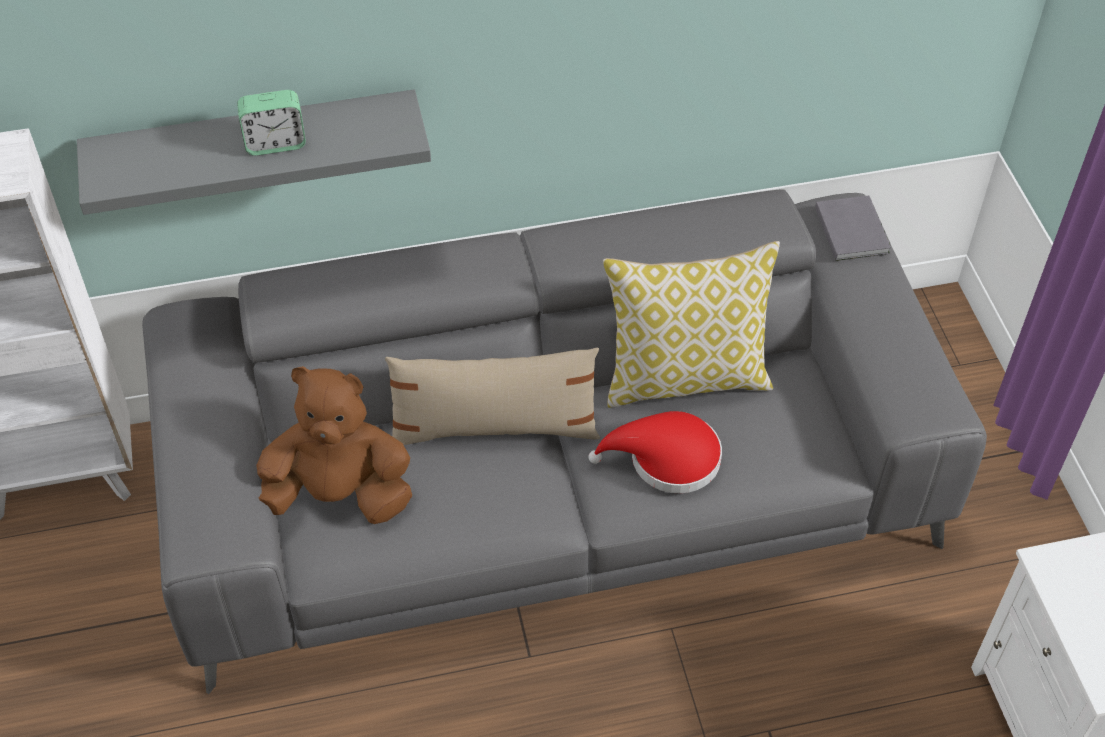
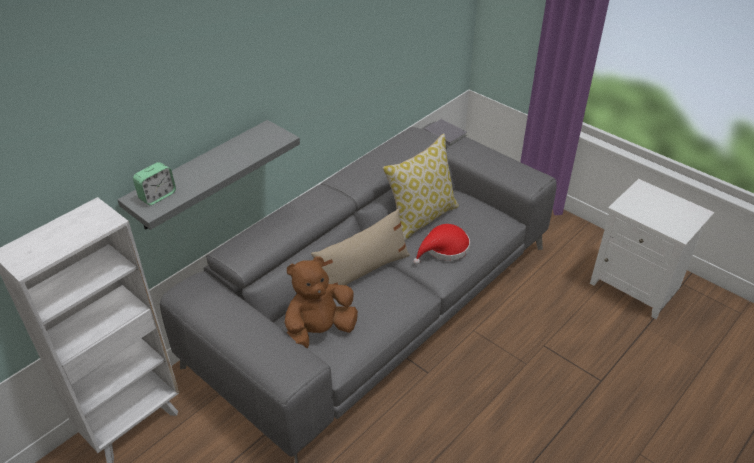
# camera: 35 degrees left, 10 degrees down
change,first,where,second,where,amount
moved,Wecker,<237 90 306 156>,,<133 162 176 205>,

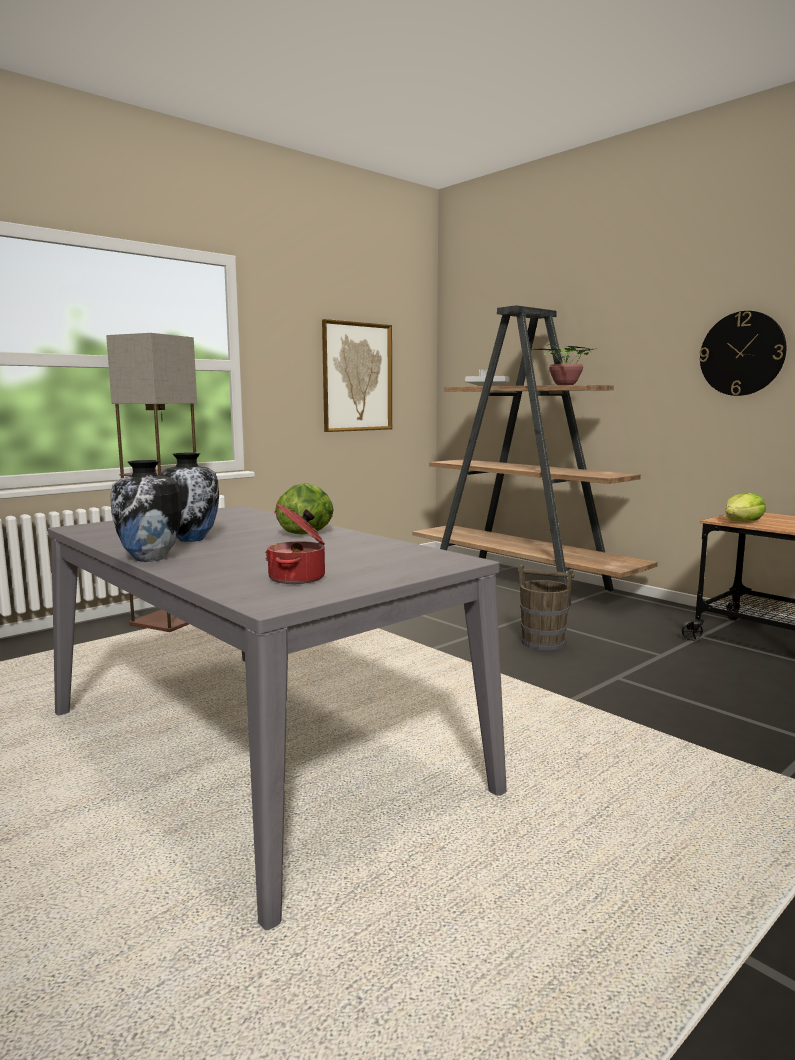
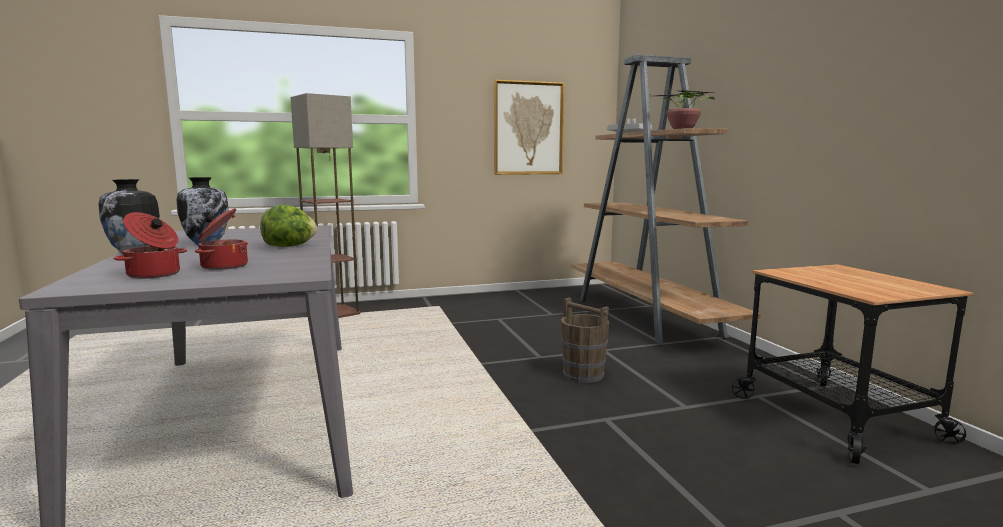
# camera: 25 degrees right, 0 degrees up
change,first,where,second,where,amount
removed,Wanduhr,<699 311 787 396>,,,
removed,Salatkopf,<725 493 766 521>,,,
added,,,Kochtopf,<195 208 248 270>,

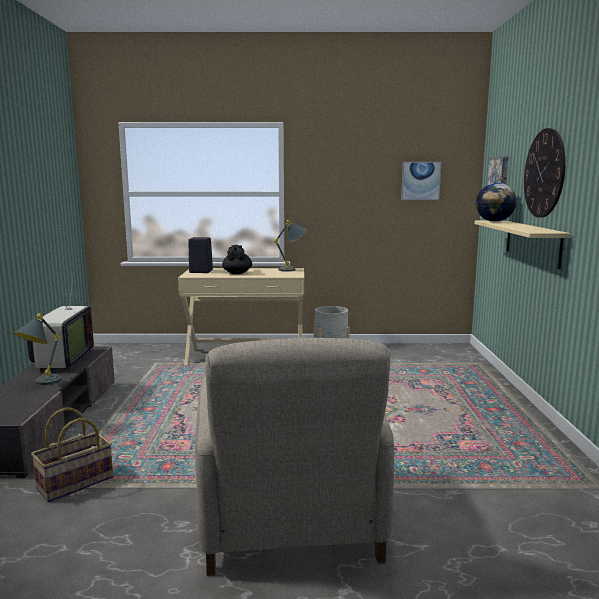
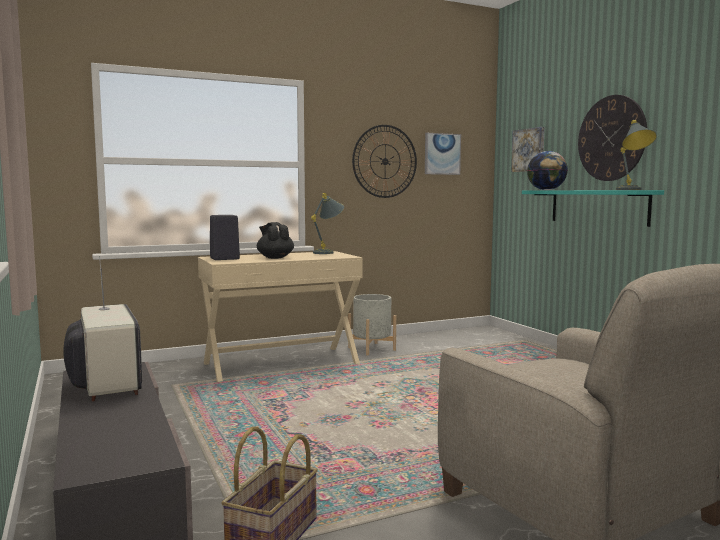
# camera: 25 degrees left, 5 degrees down
change,first,where,second,where,amount
recoloured,Wandregal [beige],<475 221 571 269>,Wandregal [türkis],<522 190 664 227>,
moved,Tischlampe [grau],<13 314 62 385>,,<616 120 657 190>,
added,,,Wanduhr,<352 125 417 198>,

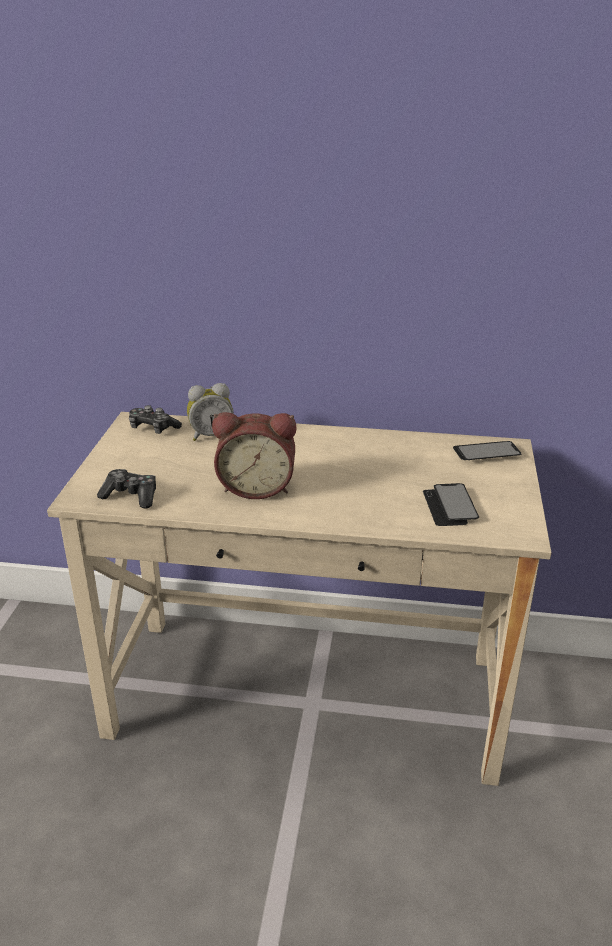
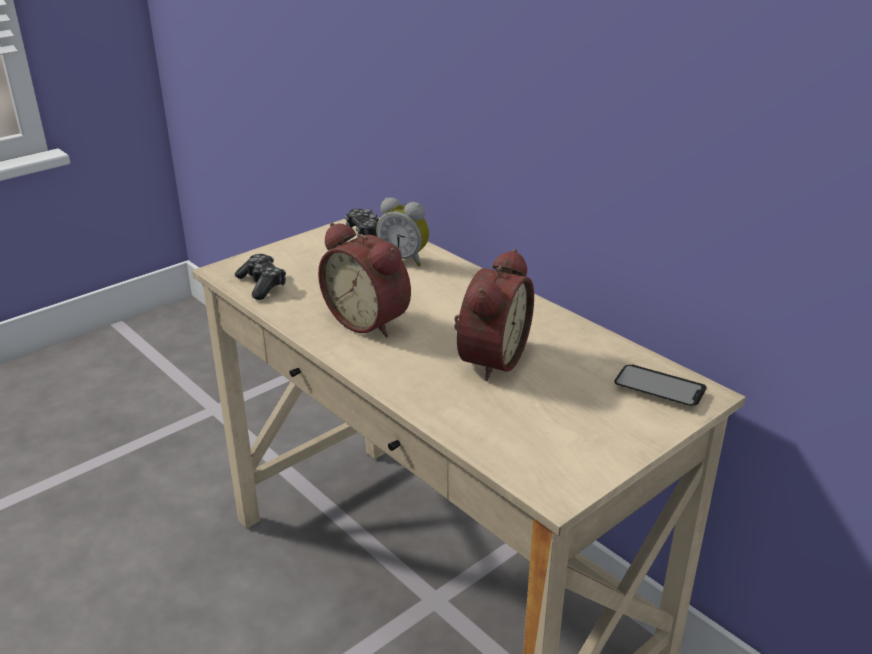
# camera: 40 degrees right, 0 degrees up
change,first,where,second,where,amount
removed,Handy,<423 483 479 526>,,,
added,,,Wecker,<454 249 534 381>,

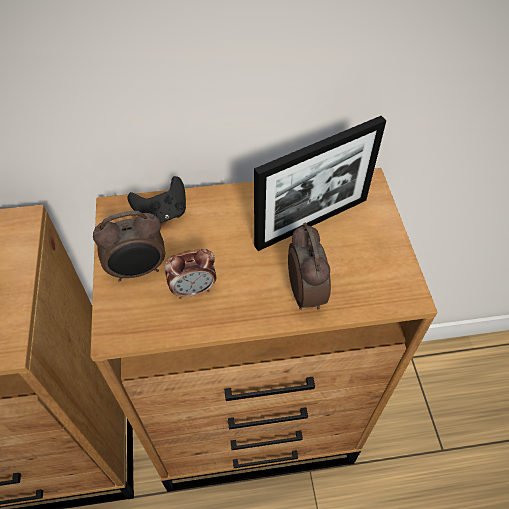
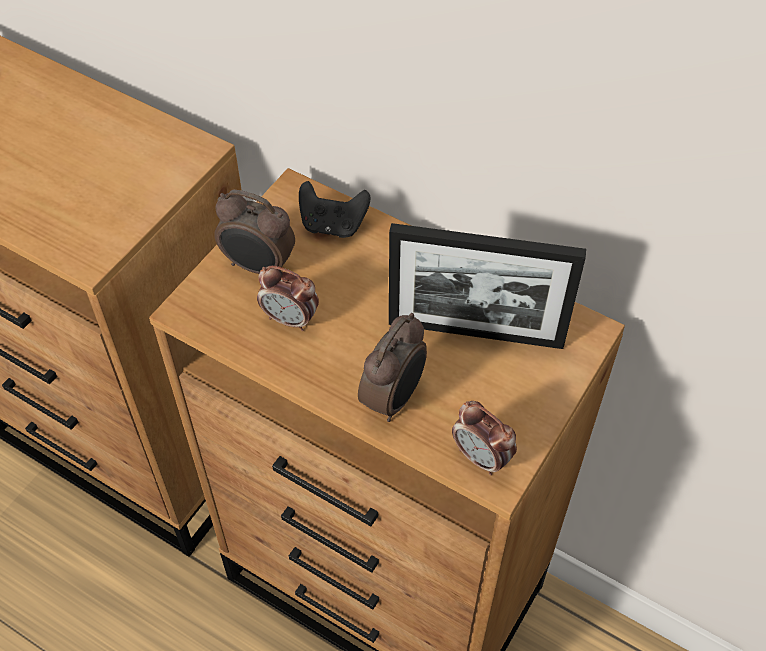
# camera: 40 degrees right, 0 degrees up
change,first,where,second,where,amount
added,,,Wecker,<452 401 517 475>,

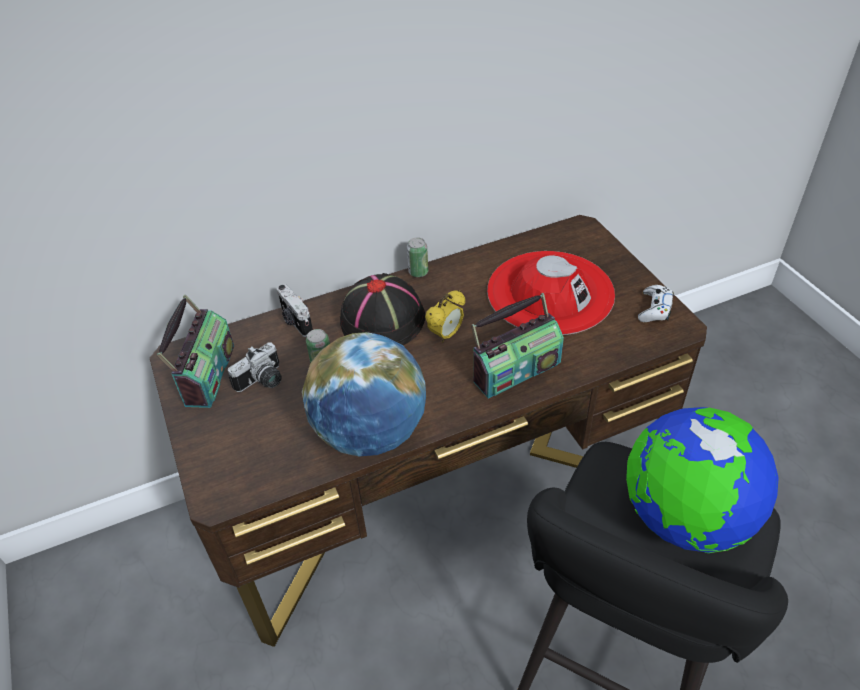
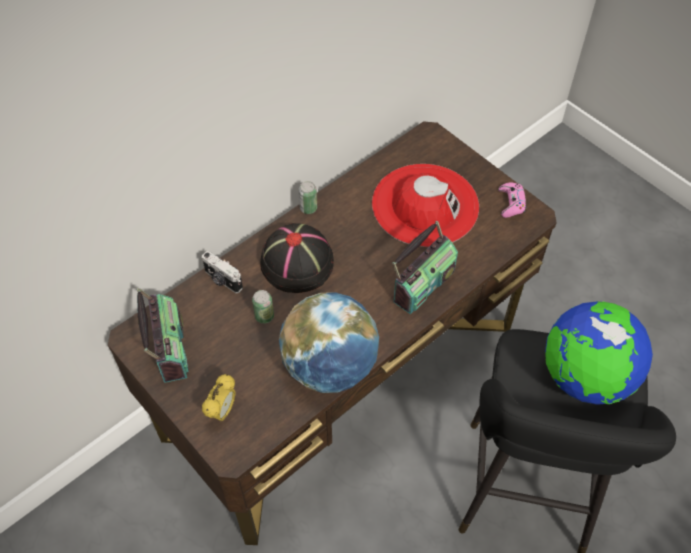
# camera: 20 degrees left, 10 degrees up
change,first,where,second,where,amount
recoloured,Gamepad [weiß],<638 285 674 322>,Gamepad [rosa],<498 182 527 218>,
moved,Wecker,<425 290 465 343>,,<202 374 236 422>,
removed,Kamera,<228 343 282 392>,,,

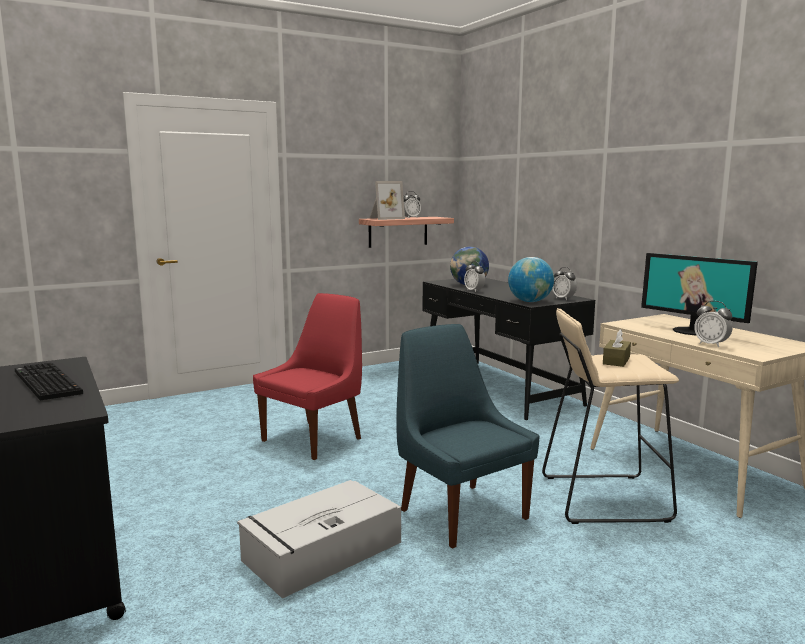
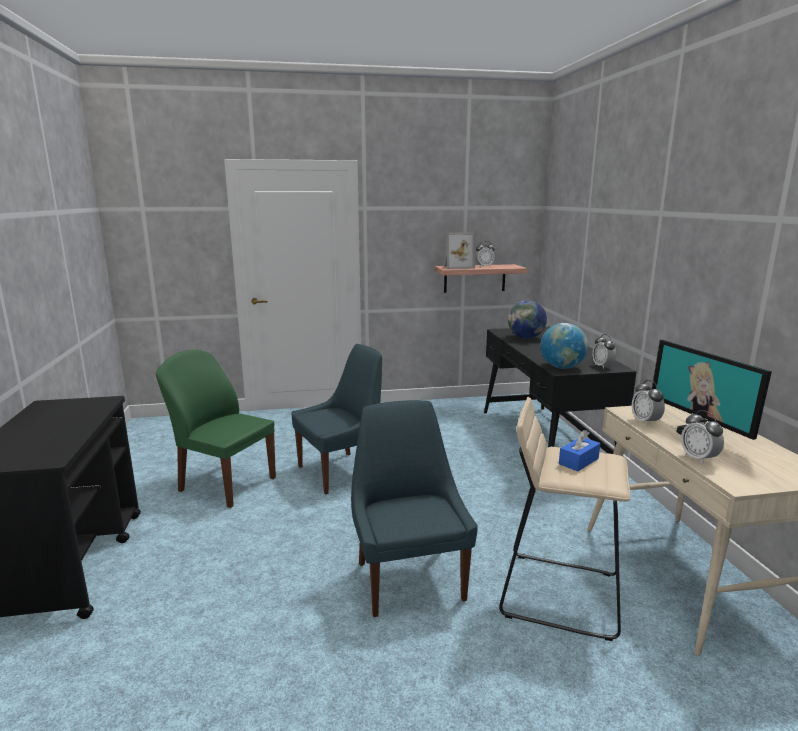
# camera: 20 degrees right, 5 degrees up
change,first,where,second,where,amount
moved,Wecker,<464 261 485 292>,,<632 380 665 426>,
recoloured,Stuhl [rot],<253 293 362 460>,Stuhl [blau],<292 344 382 494>,
recoloured,Taschentuchbox [braun],<603 329 631 367>,Taschentuchbox [blau],<559 430 600 471>,
removed,Tastatur,<15 362 83 400>,,,
removed,Aufbewahrungsbox [grau],<237 480 401 599>,,,
added,,,Stuhl [grün],<156 350 276 508>,

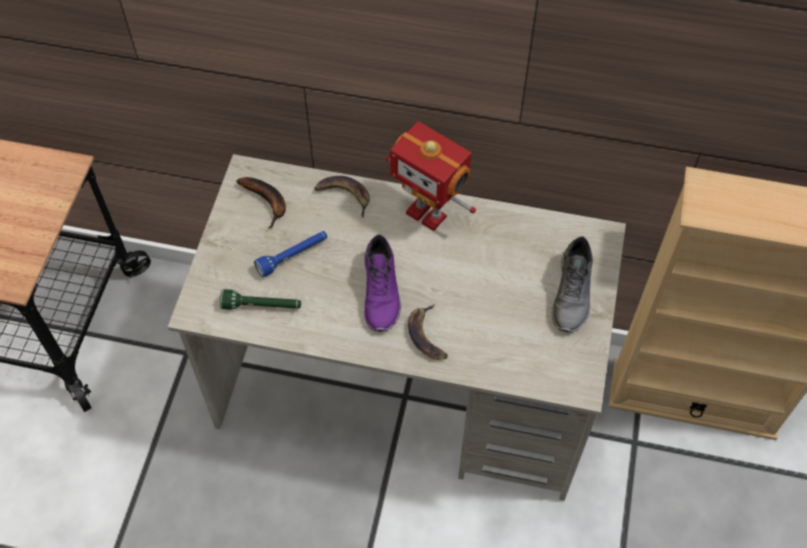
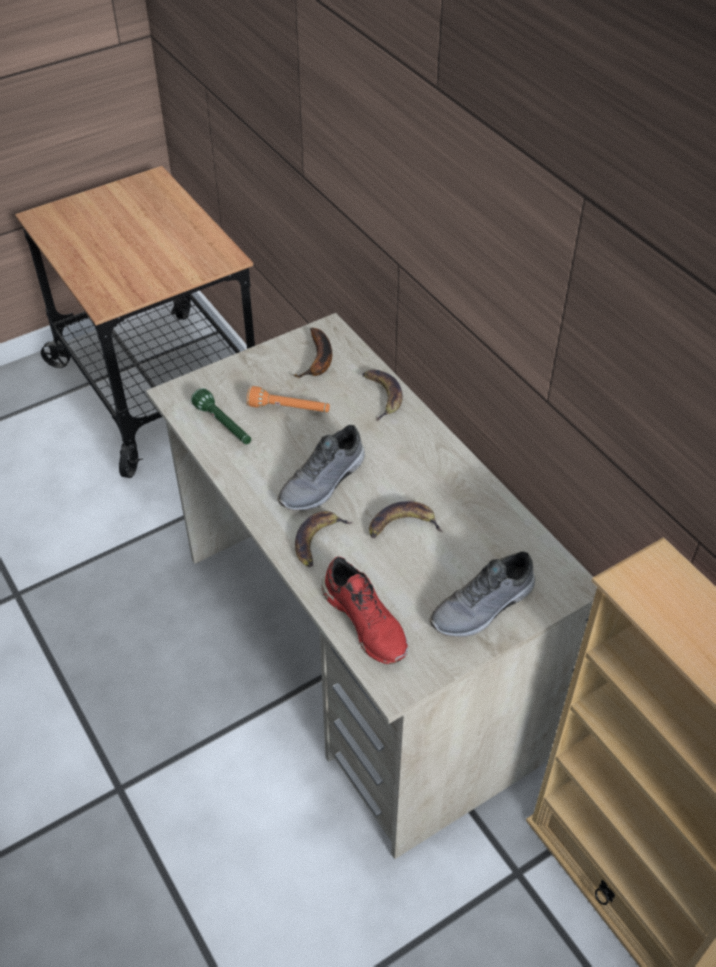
# camera: 45 degrees right, 10 degrees down
change,first,where,second,where,amount
removed,Spielzeugroboter,<385 121 476 231>,,,
recoloured,Taschenlampe [blau],<254 231 327 278>,Taschenlampe [orange],<247 386 330 412>,
recoloured,Schuh [lila],<364 234 401 332>,Schuh [grau],<277 425 365 511>,
added,,,Banane,<369 501 443 538>,
added,,,Schuh [rot],<322 556 408 664>,

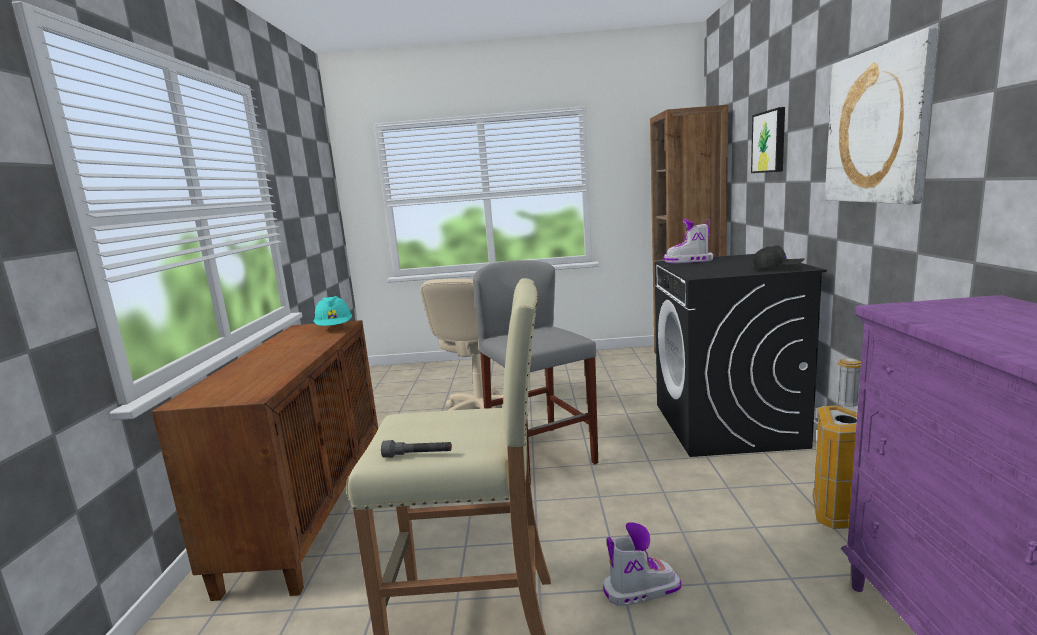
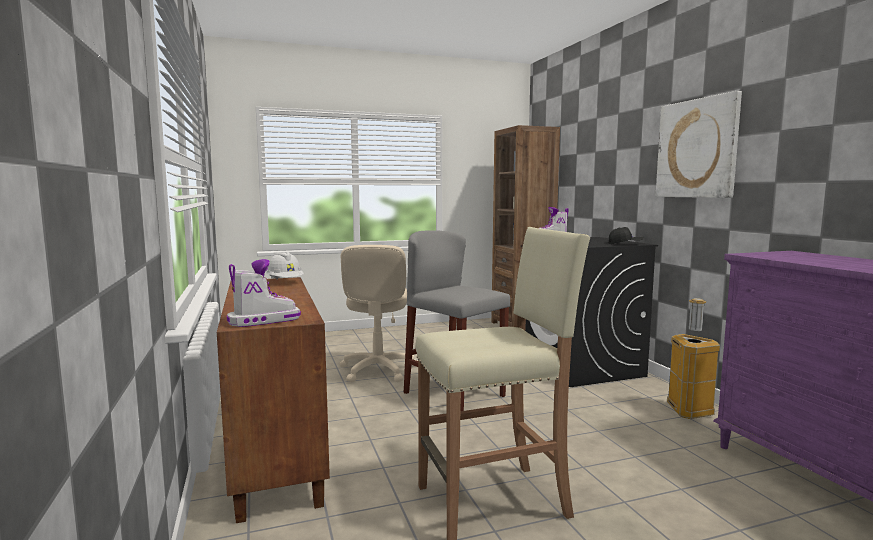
# camera: 20 degrees left, 5 degrees down
change,first,where,second,where,amount
removed,Bild,<751 107 785 173>,,,
recoloured,Schutzhelm [türkis],<314 296 353 326>,Schutzhelm [weiß],<266 252 304 279>,
removed,Taschenlampe [grau],<381 440 452 458>,,,
moved,Stiefel,<603 522 682 606>,,<227 259 301 327>,

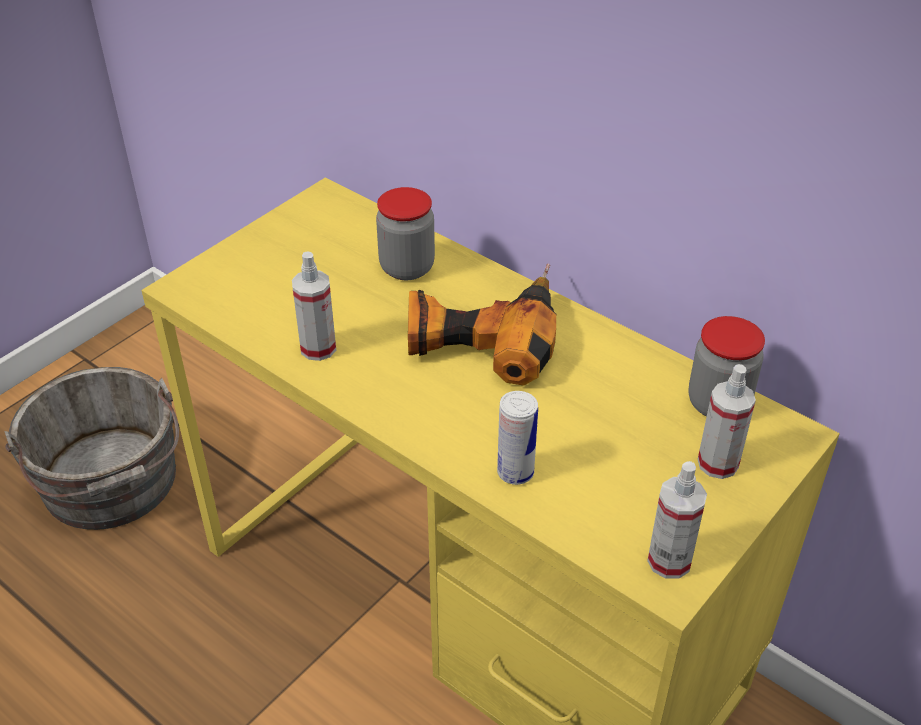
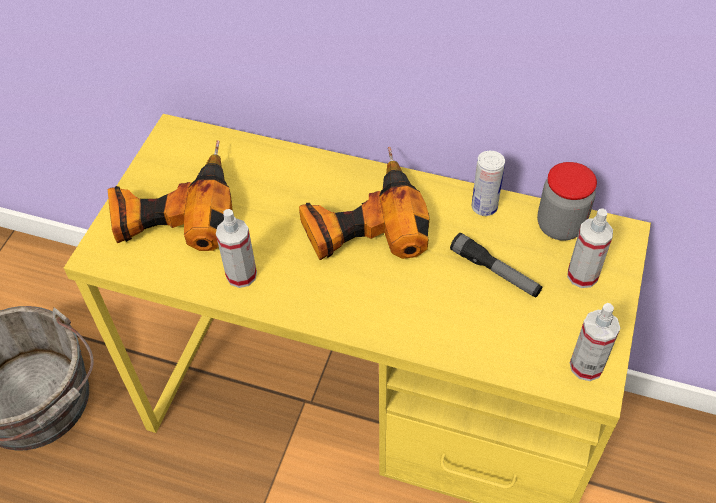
# camera: 20 degrees left, 10 degrees up
change,first,where,second,where,amount
removed,Vorratsglas,<376 187 435 280>,,,
moved,Dose,<497 391 538 485>,,<472 150 505 216>,
added,,,Bohrmaschine,<108 140 233 251>,
added,,,Taschenlampe,<450 233 542 297>,

